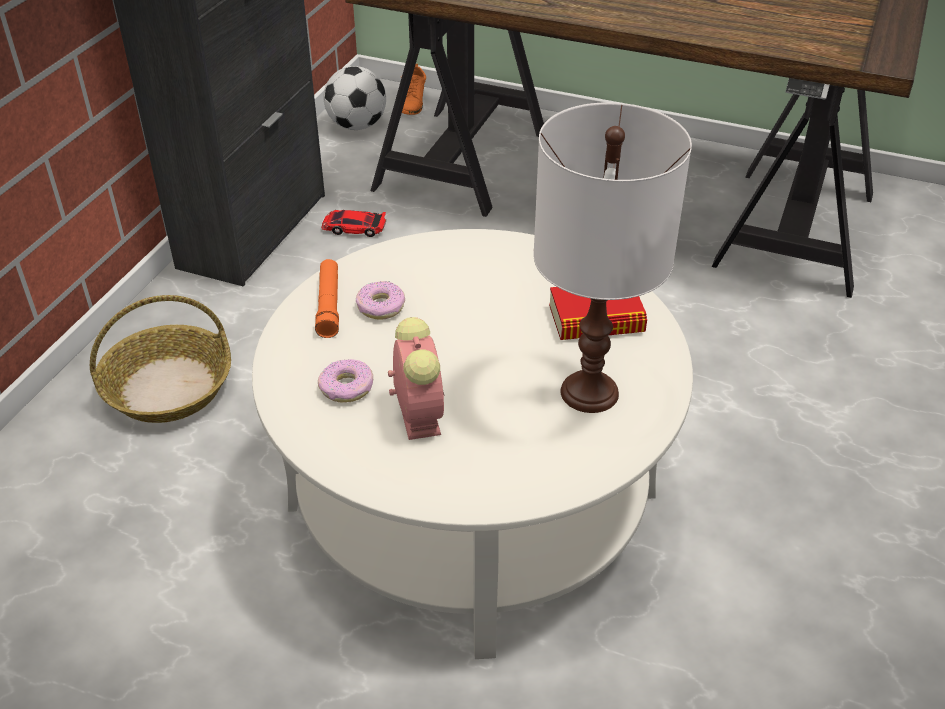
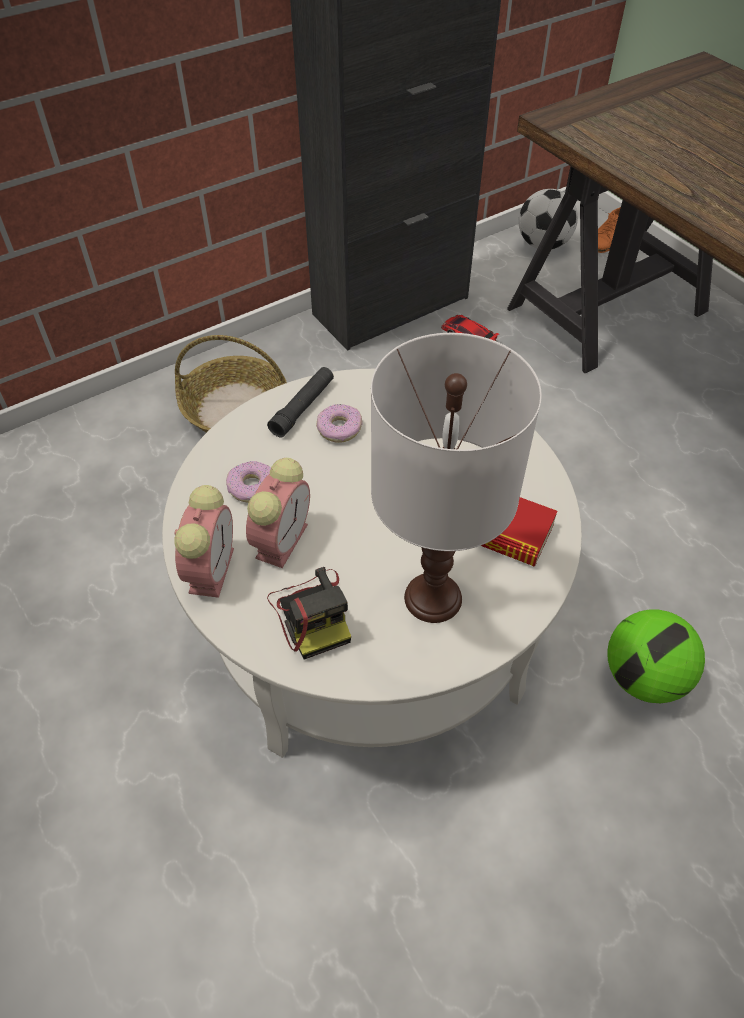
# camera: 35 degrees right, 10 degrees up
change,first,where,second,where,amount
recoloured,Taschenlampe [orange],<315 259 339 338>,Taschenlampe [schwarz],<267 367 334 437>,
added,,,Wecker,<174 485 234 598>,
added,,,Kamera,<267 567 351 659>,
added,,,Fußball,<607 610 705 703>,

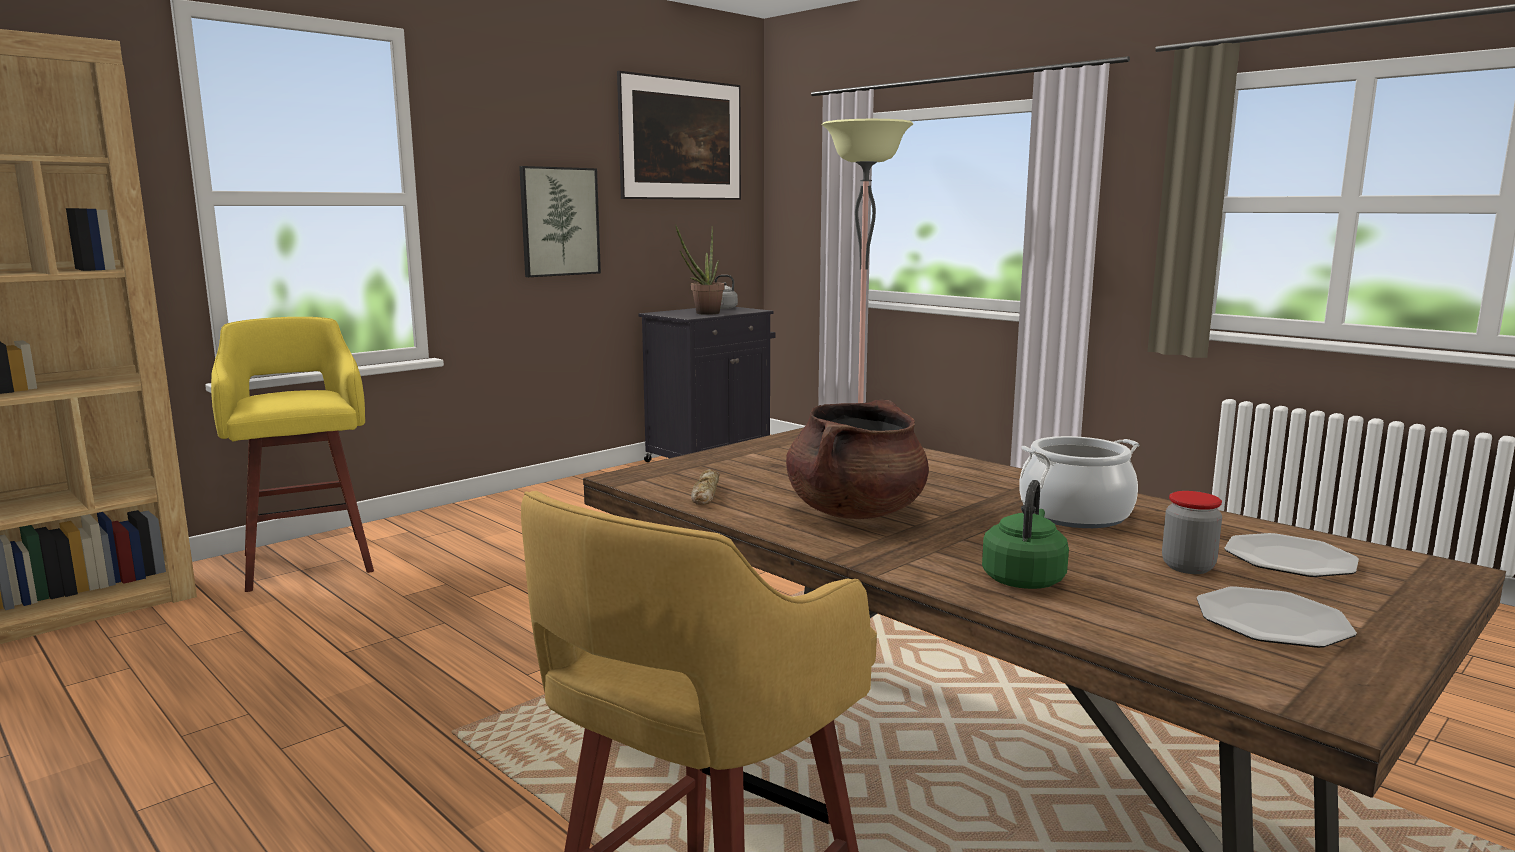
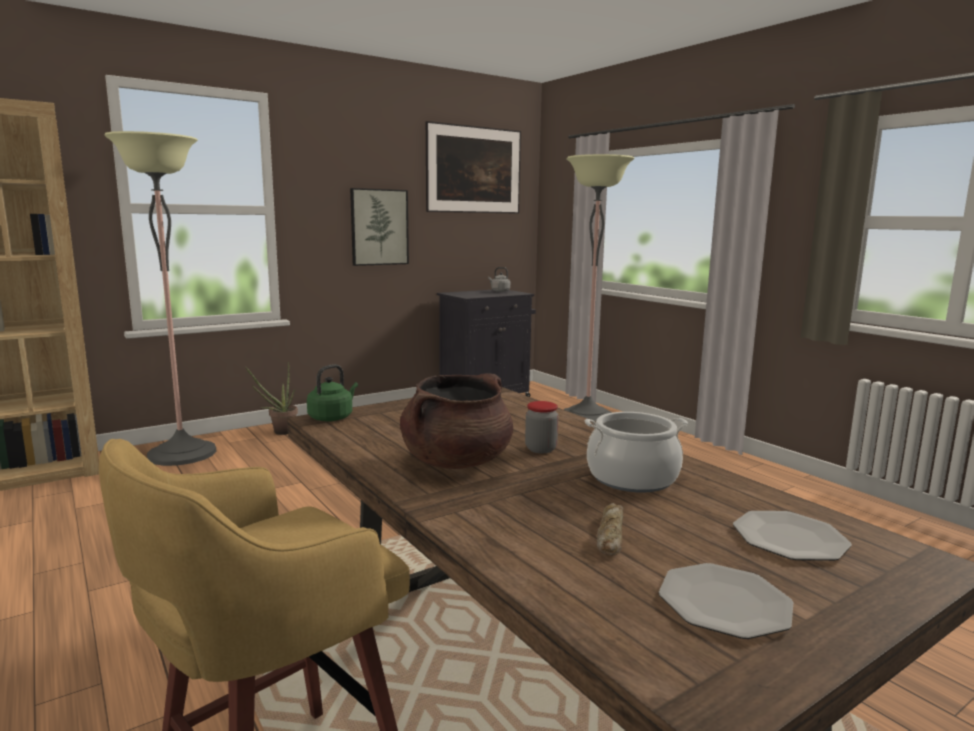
# camera: 10 degrees right, 0 degrees up
change,first,where,second,where,amount
moved,Topfpflanze,<675 224 725 315>,,<245 362 298 435>,
replaced,Hocker [gelb],<211 317 374 592>,Stehlampe,<104 131 216 466>,
moved,Brot,<691 469 720 505>,,<597 503 624 556>,
moved,Wasserkessel [grün],<982 480 1069 589>,,<307 364 358 421>,
moved,Vorratsglas,<1162 491 1222 574>,,<525 401 558 453>,

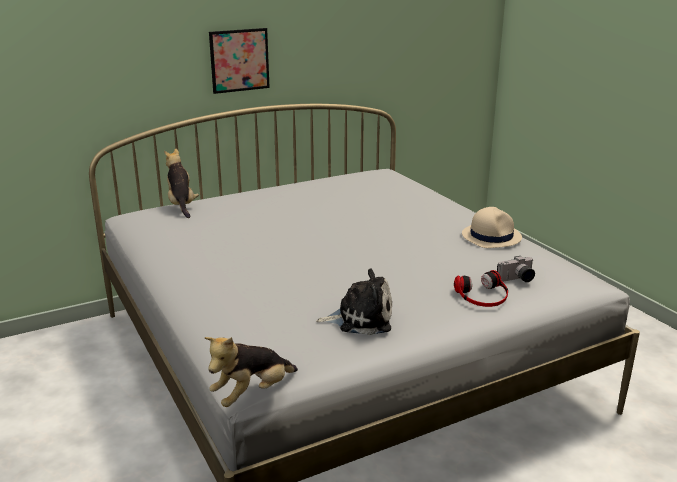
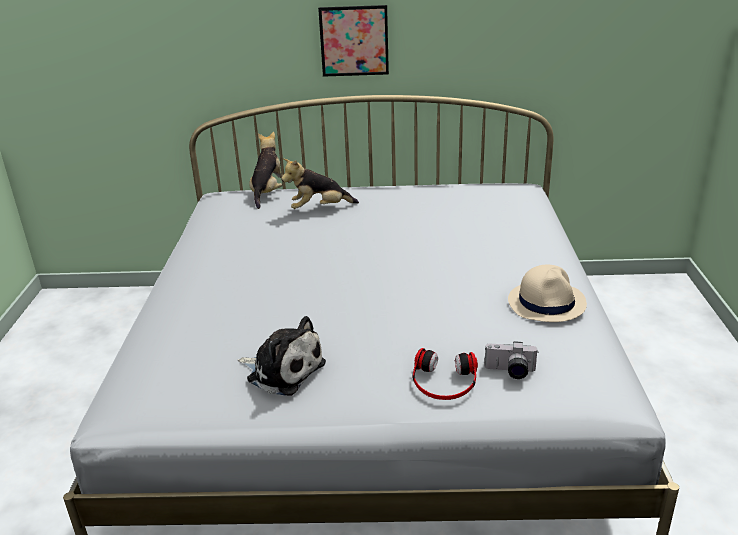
# camera: 30 degrees right, 5 degrees up
change,first,where,second,where,amount
moved,Plüschtier,<204 337 298 407>,,<281 158 359 209>,

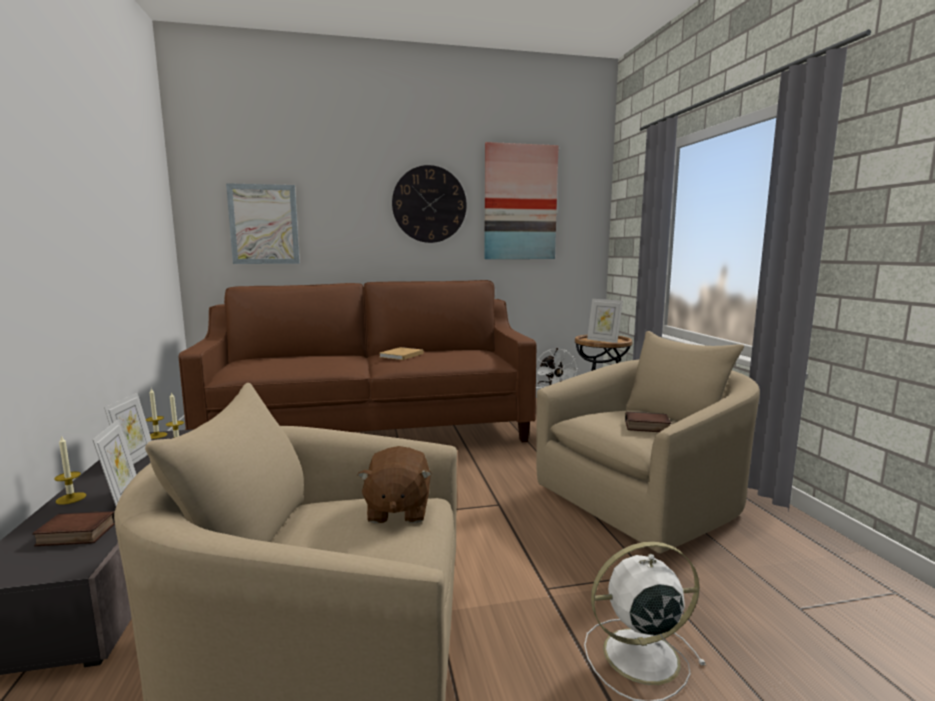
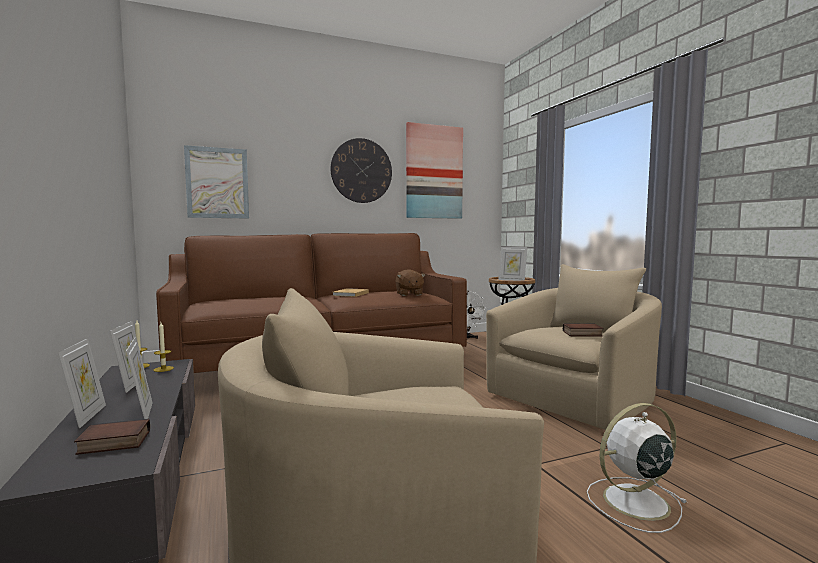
# camera: 10 degrees left, 5 degrees down
change,first,where,second,where,amount
replaced,Kerze,<54 435 86 505>,Bilderrahmen,<58 339 106 428>,
moved,Plüschtier [braun],<358 446 432 523>,,<395 269 425 296>,

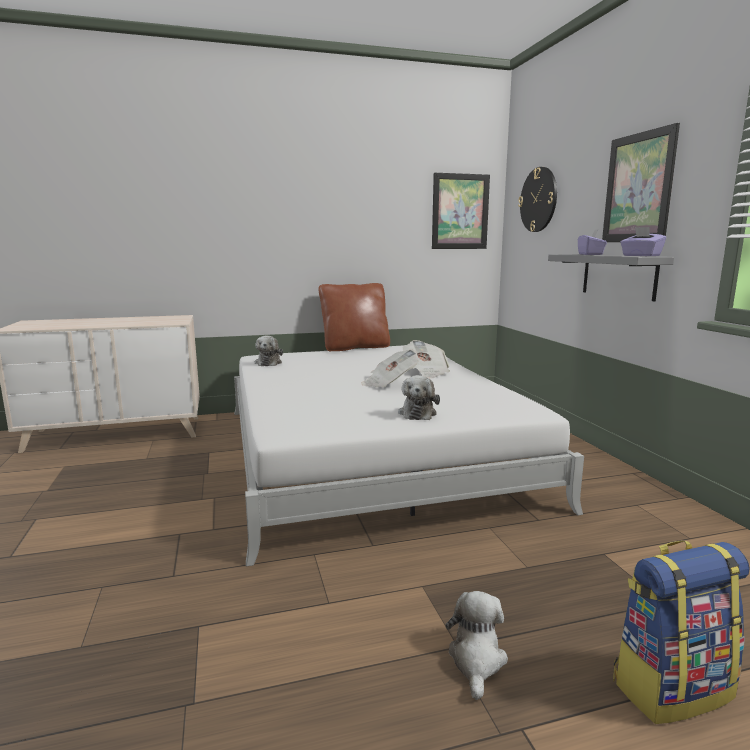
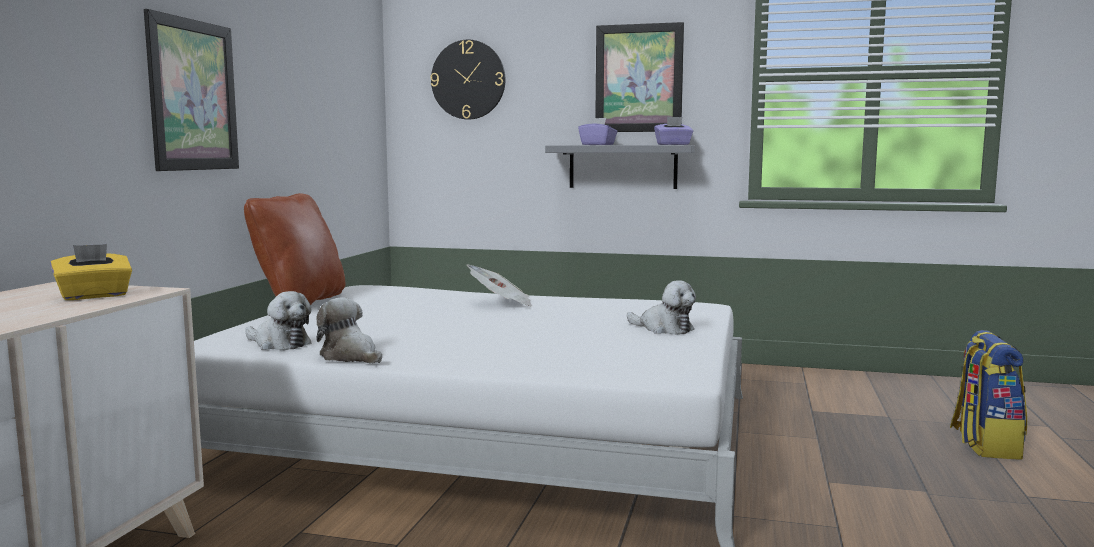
# camera: 60 degrees left, 5 degrees down
change,first,where,second,where,amount
moved,Bild,<432 173 490 249>,,<144 9 239 171>,
removed,Zeitung,<362 350 419 387>,,,
moved,Plüschtier,<445 591 508 700>,,<316 297 382 363>,
added,,,Taschentuchbox [gelb],<50 244 132 300>,

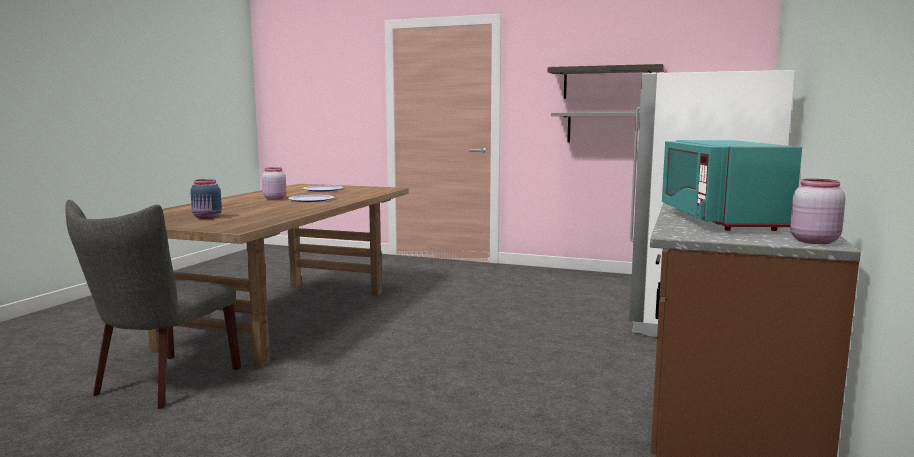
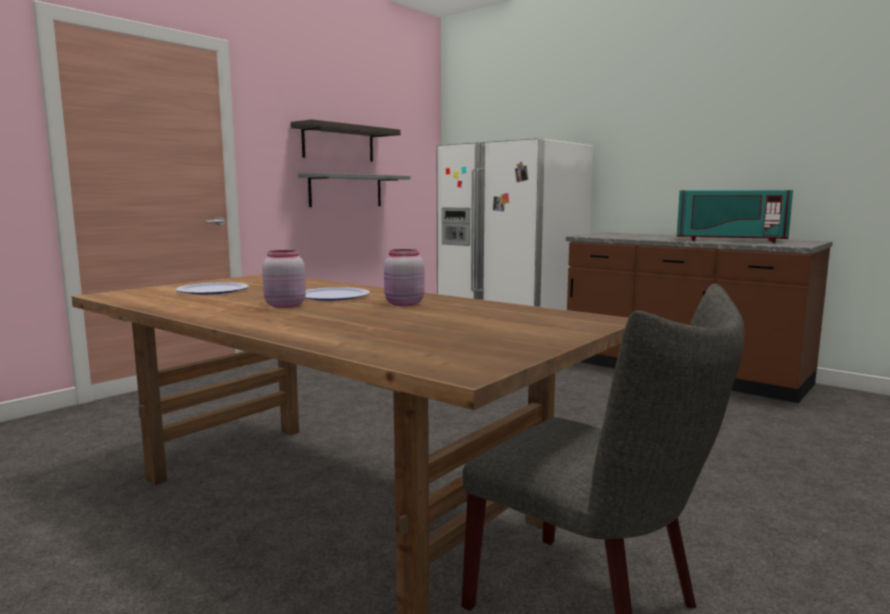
# camera: 70 degrees left, 0 degrees up
change,first,where,second,where,amount
removed,Vorratsglas [blau],<190 179 222 219>,,,
moved,Vorratsglas [rosa],<790 179 846 244>,,<384 249 425 306>,

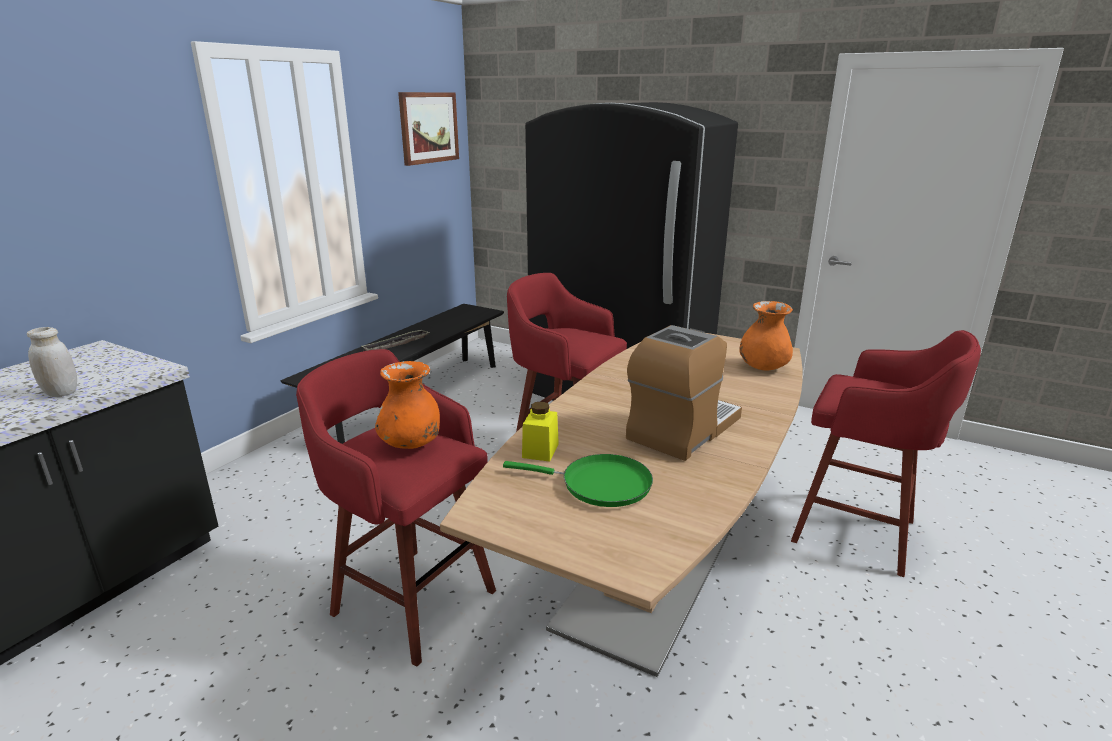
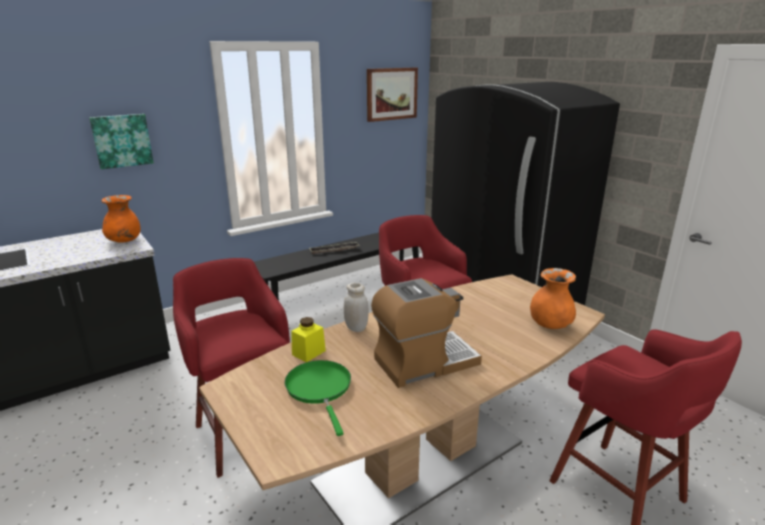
# camera: 25 degrees right, 0 degrees up
change,first,where,second,where,amount
moved,Vorratsglas [weiß],<27 327 77 397>,,<344 283 368 332>,
moved,Vase [orange],<375 361 440 449>,,<102 195 140 243>,
turned,Pfanne [grün],<503 454 653 507>,,<284 360 351 436>,150 degrees counterclockwise
added,,,Bild,<89 114 154 169>,

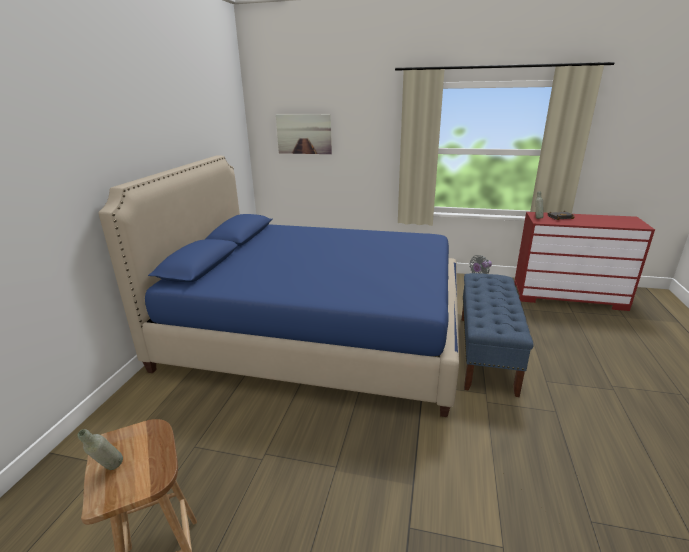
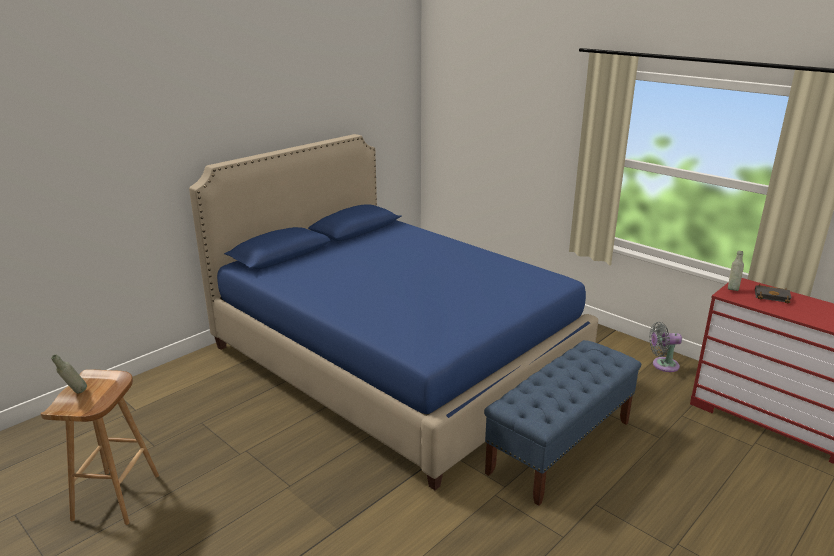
# camera: 30 degrees right, 0 degrees up
change,first,where,second,where,amount
removed,Bild,<276 114 332 154>,,,

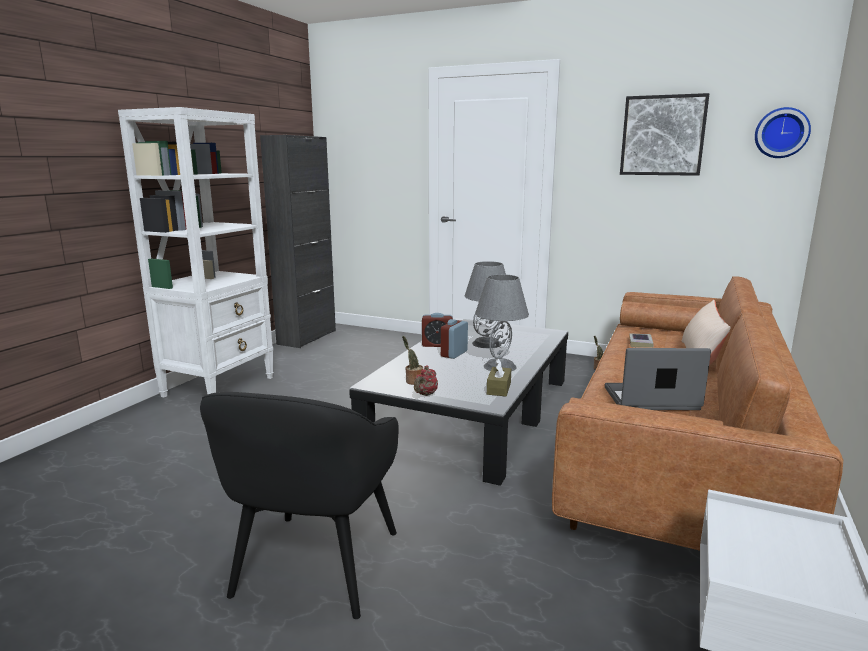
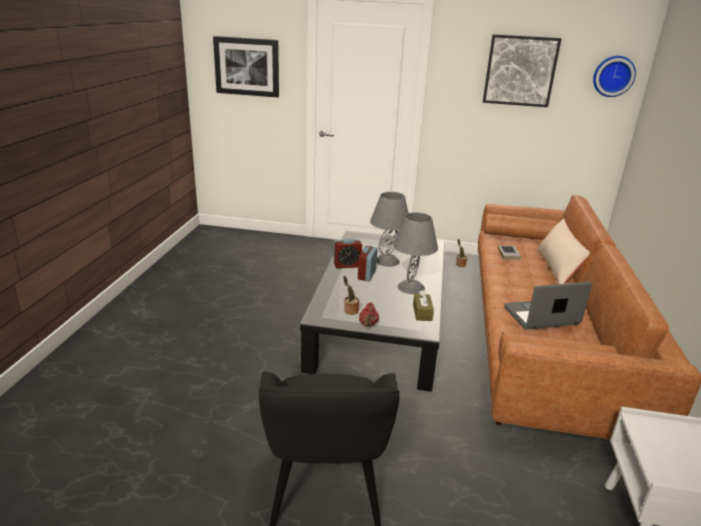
# camera: 15 degrees left, 10 degrees up
change,first,where,second,where,amount
removed,Bücherregal [weiß],<118 107 274 398>,,,
removed,Schrank [schwarz],<260 135 336 348>,,,
added,,,Bild,<213 36 279 98>,

